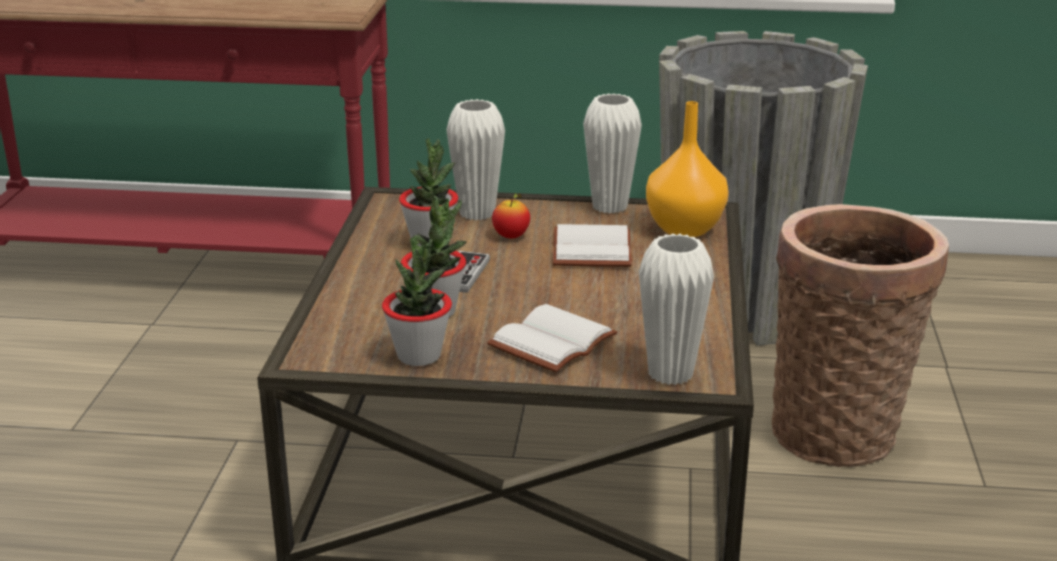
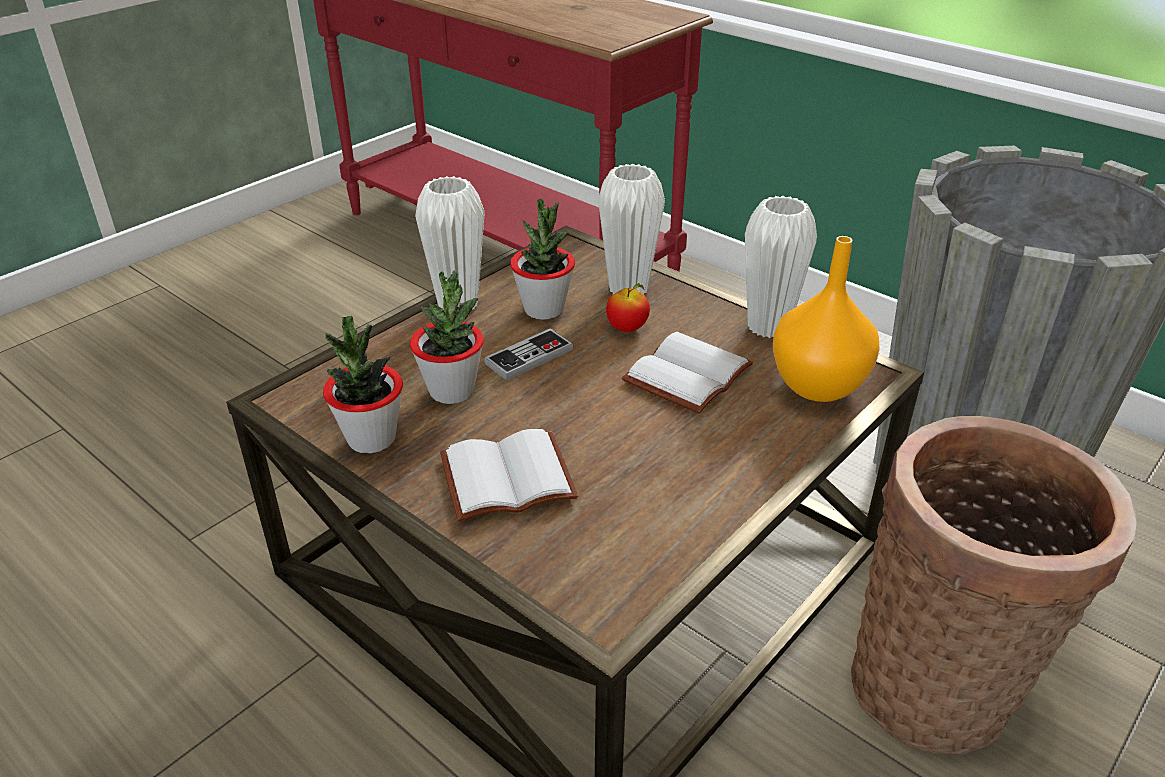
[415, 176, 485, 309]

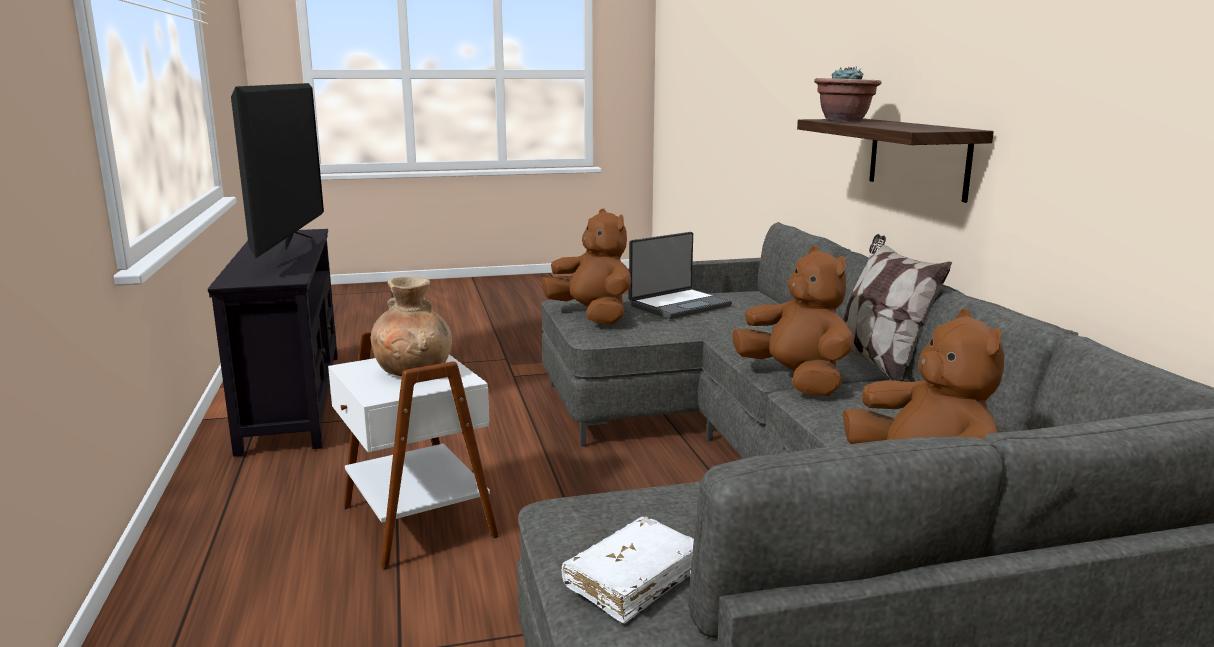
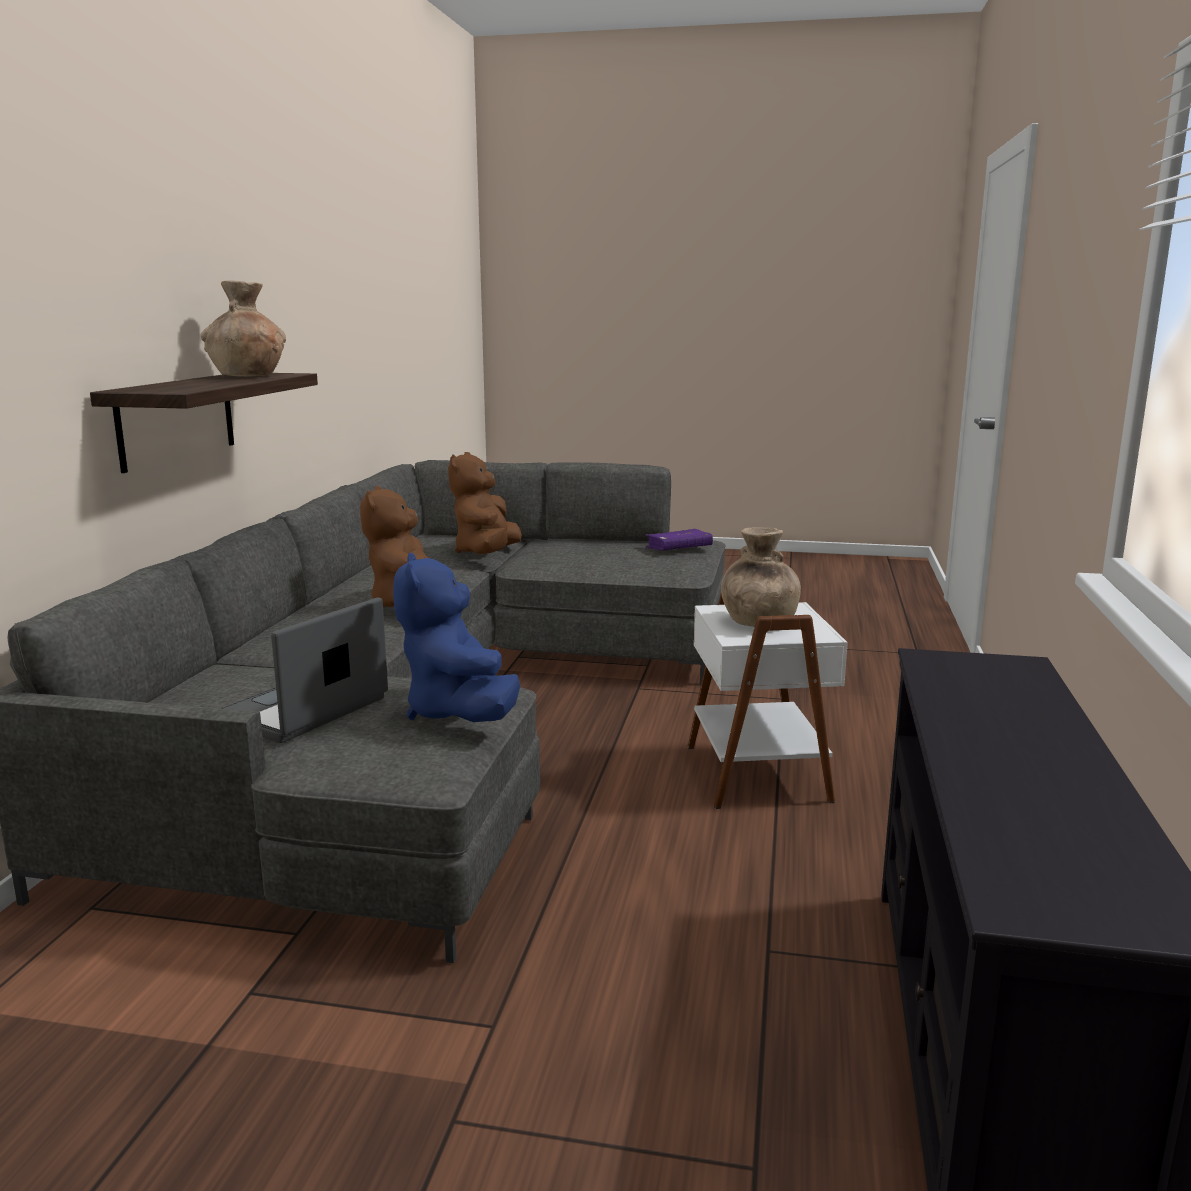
[231, 83, 324, 268] (first image)
[814, 66, 881, 122] (first image)
[843, 234, 952, 382] (first image)
[201, 280, 286, 377]
[393, 553, 520, 722]
[645, 529, 713, 551]
[221, 597, 388, 743]

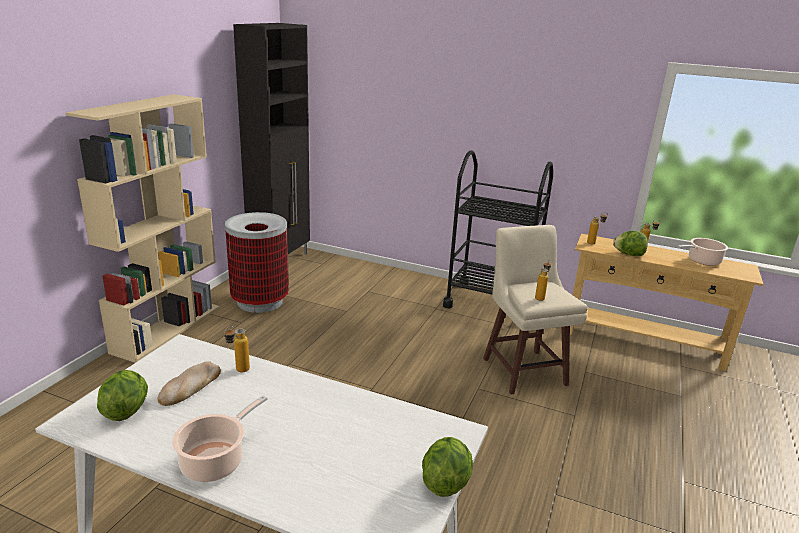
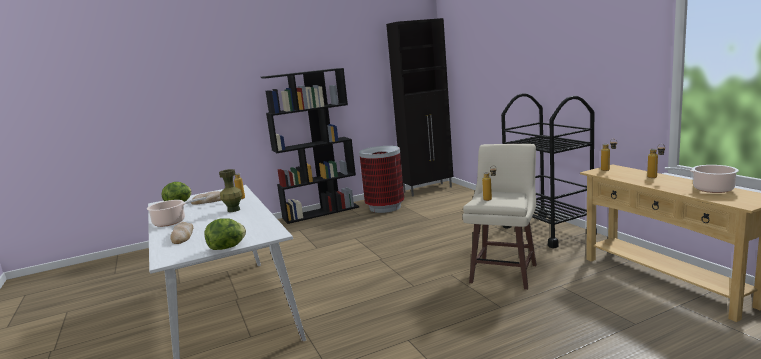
[613, 231, 648, 256] (first image)
[170, 222, 193, 244]
[219, 169, 242, 212]
[261, 68, 360, 224]

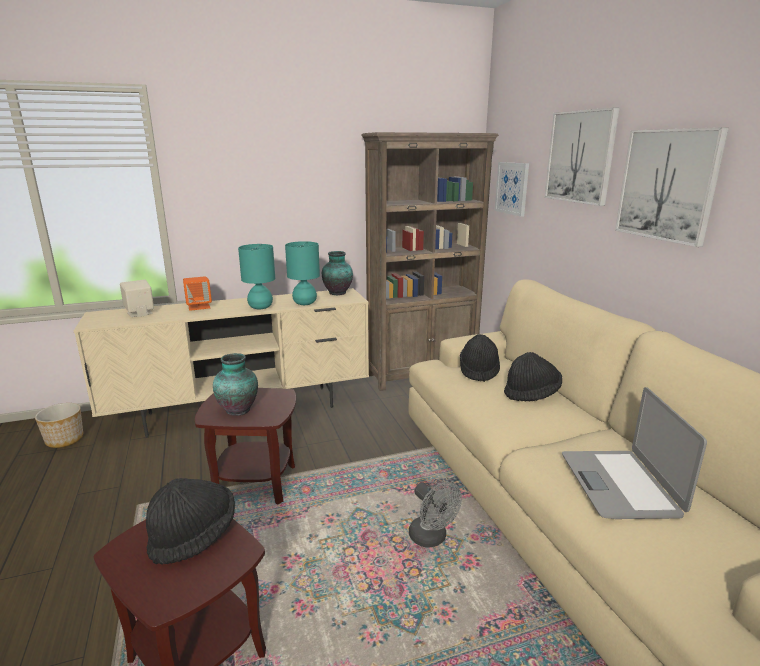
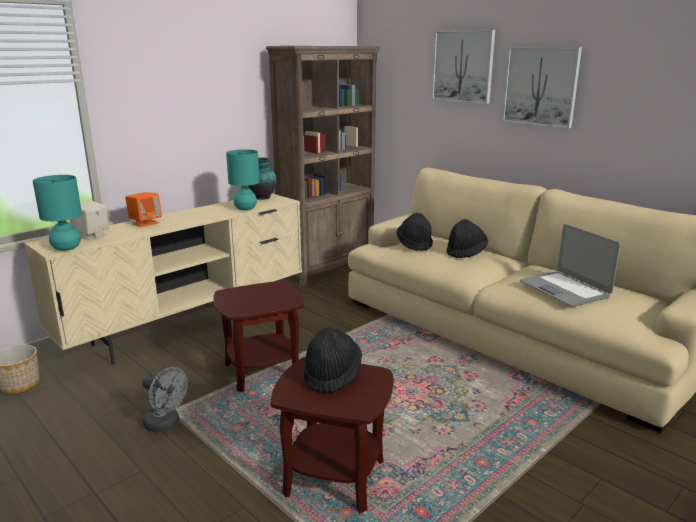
[213, 353, 258, 416] (first image)
[495, 162, 529, 217] (first image)
[33, 175, 82, 251]
[142, 367, 188, 432]

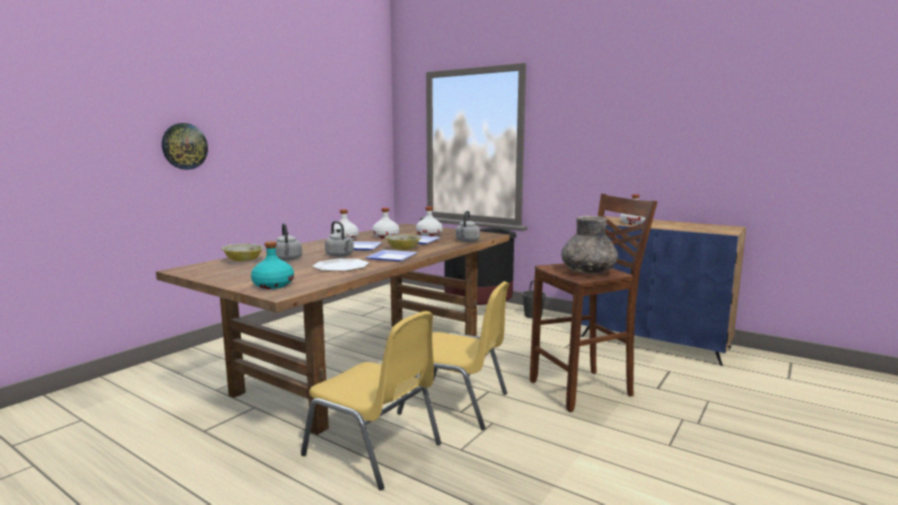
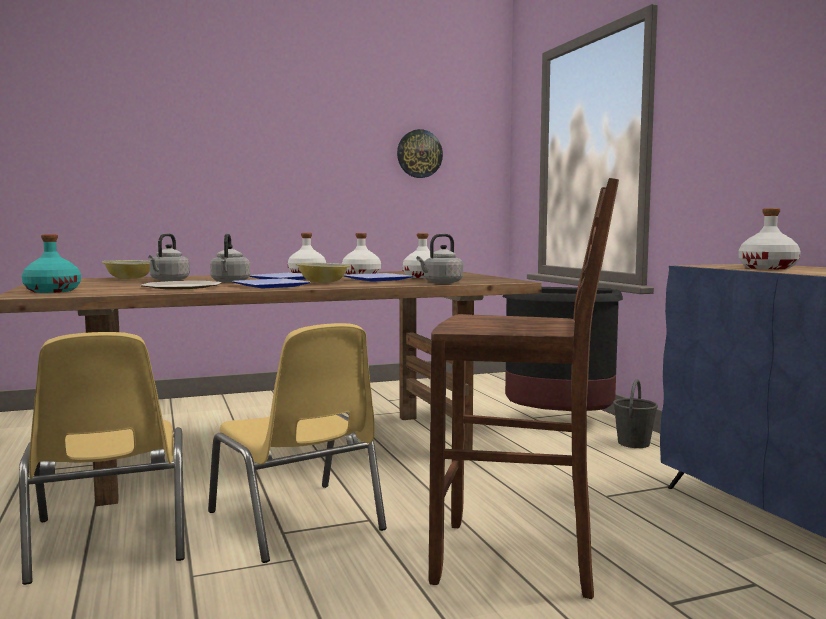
[561, 216, 618, 274] (first image)
[397, 129, 443, 178]

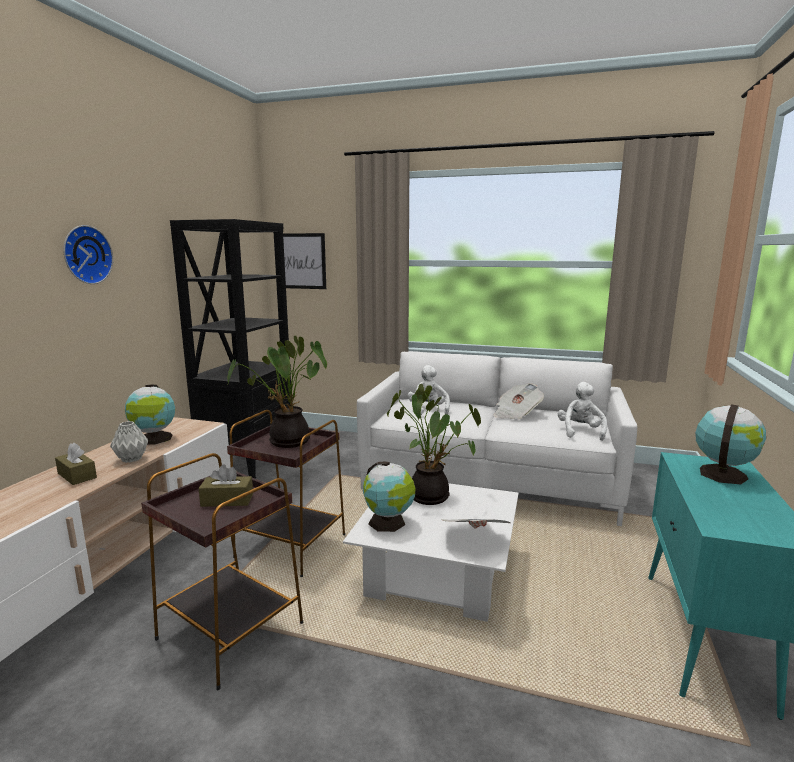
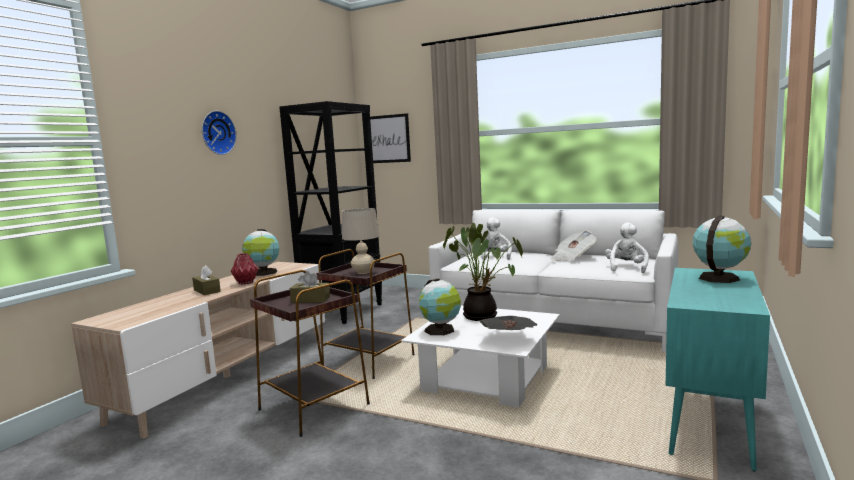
[342, 208, 380, 274]
[231, 253, 258, 285]

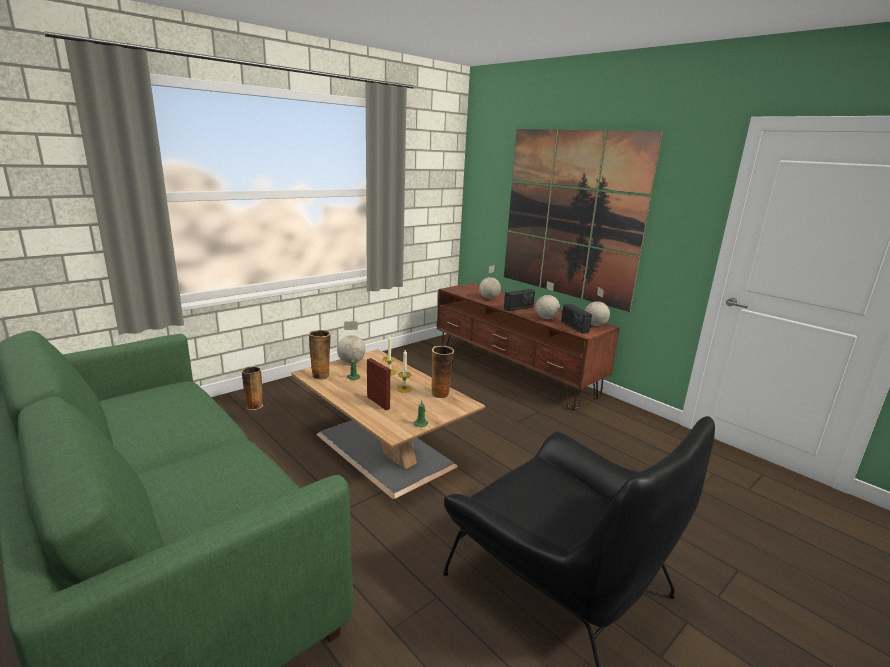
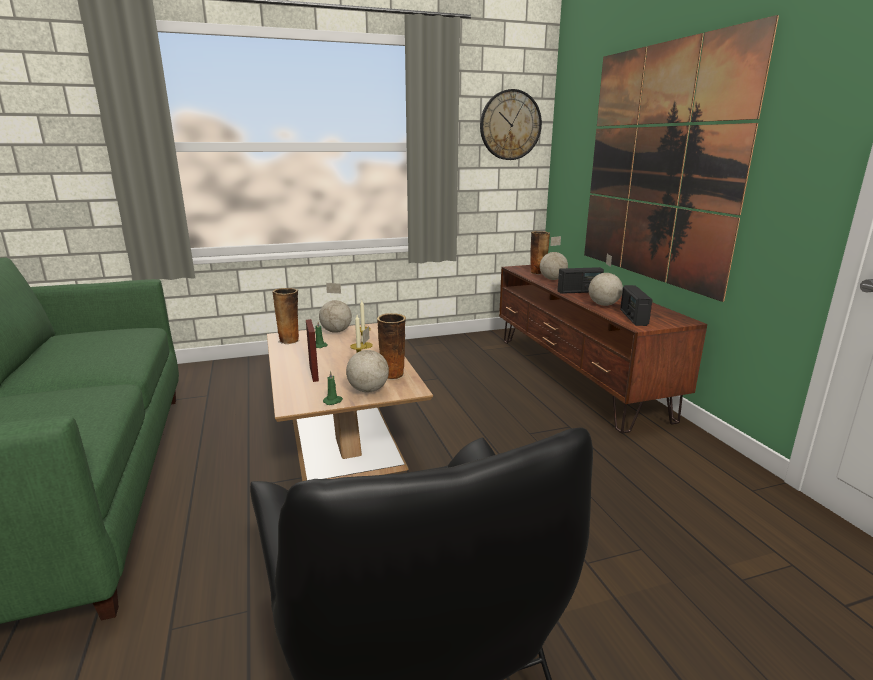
[480, 89, 542, 160]
[530, 231, 550, 274]
[346, 326, 389, 392]

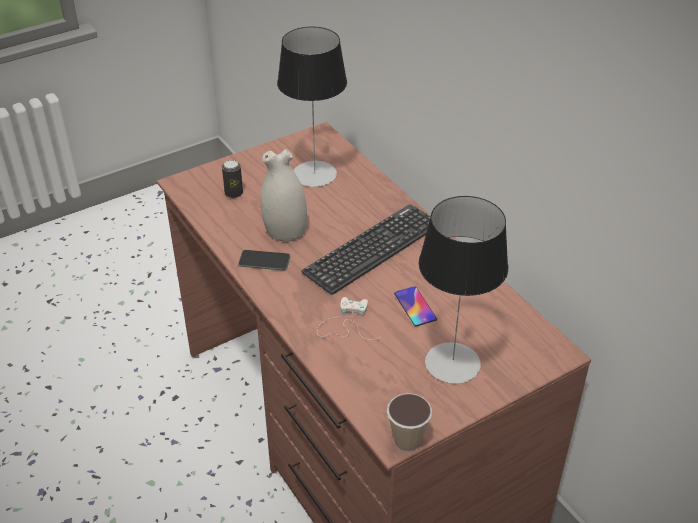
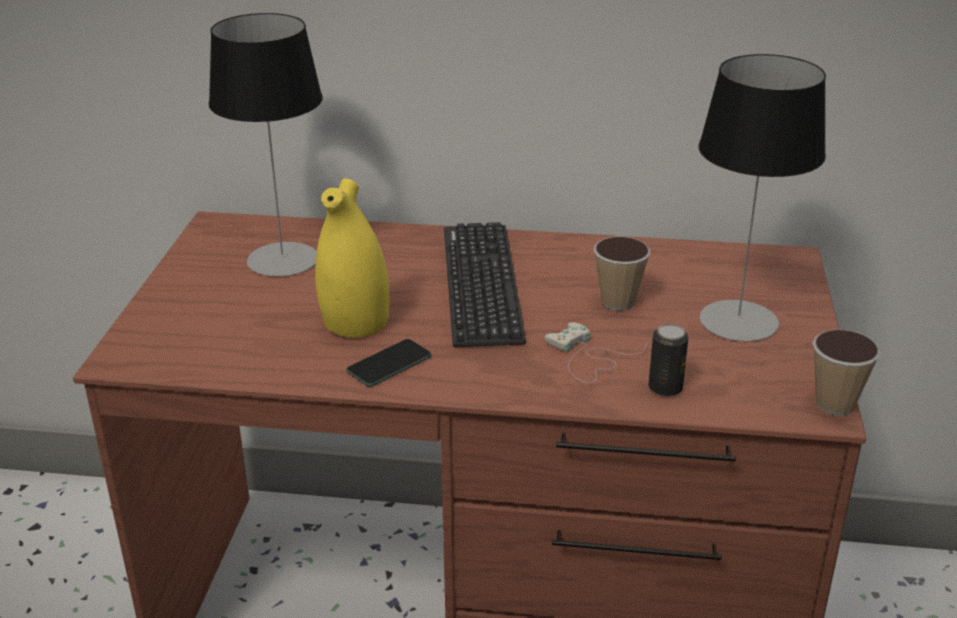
[649, 324, 688, 397]
[594, 236, 650, 311]
[315, 179, 389, 338]

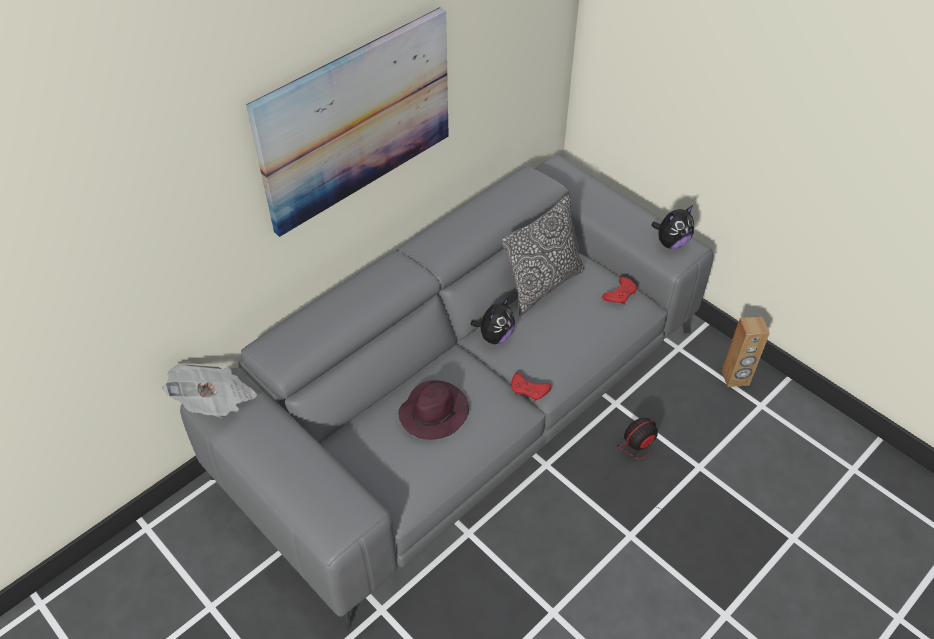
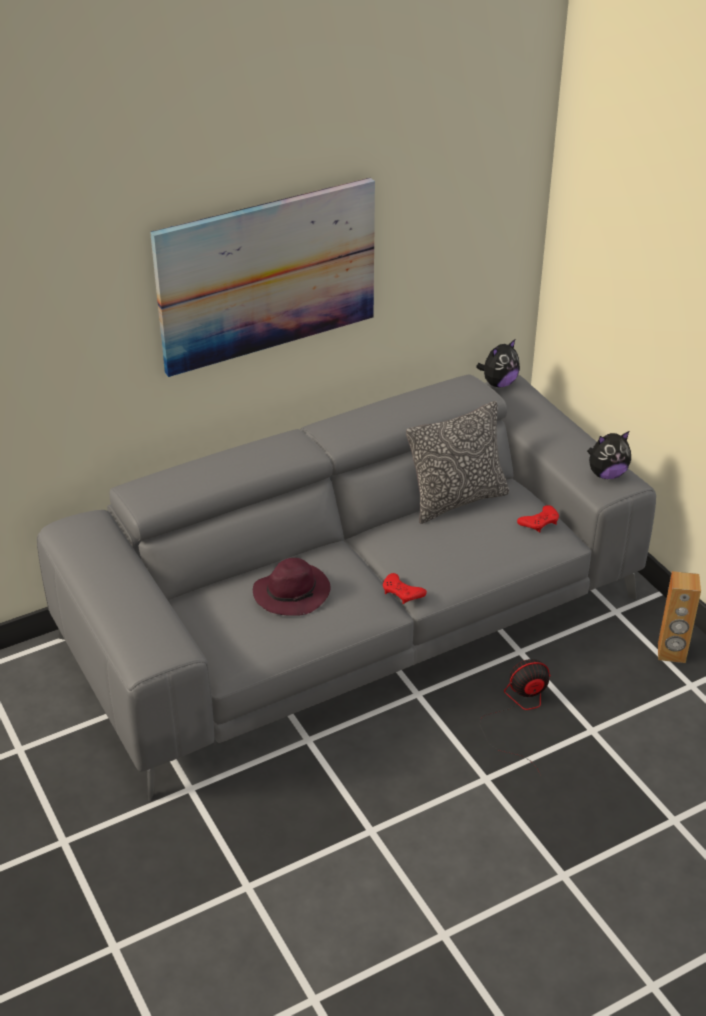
[162, 363, 257, 417] (first image)
[476, 339, 520, 388]

